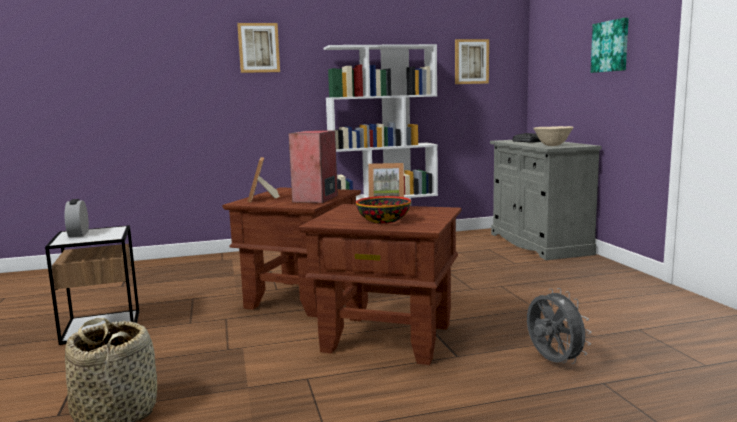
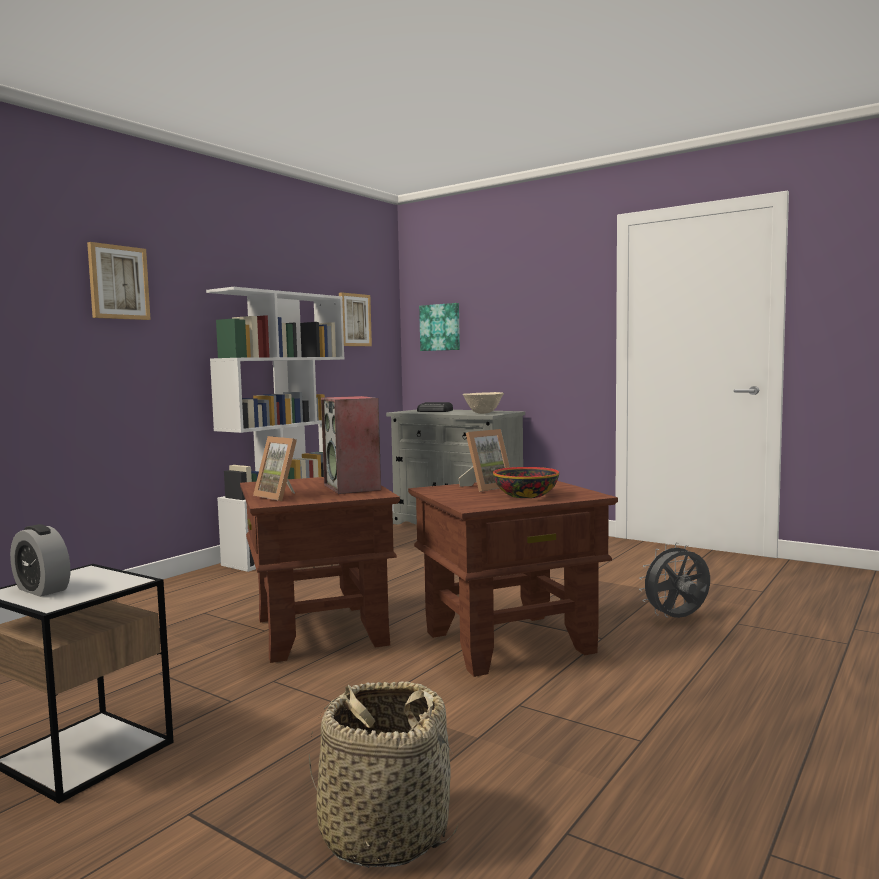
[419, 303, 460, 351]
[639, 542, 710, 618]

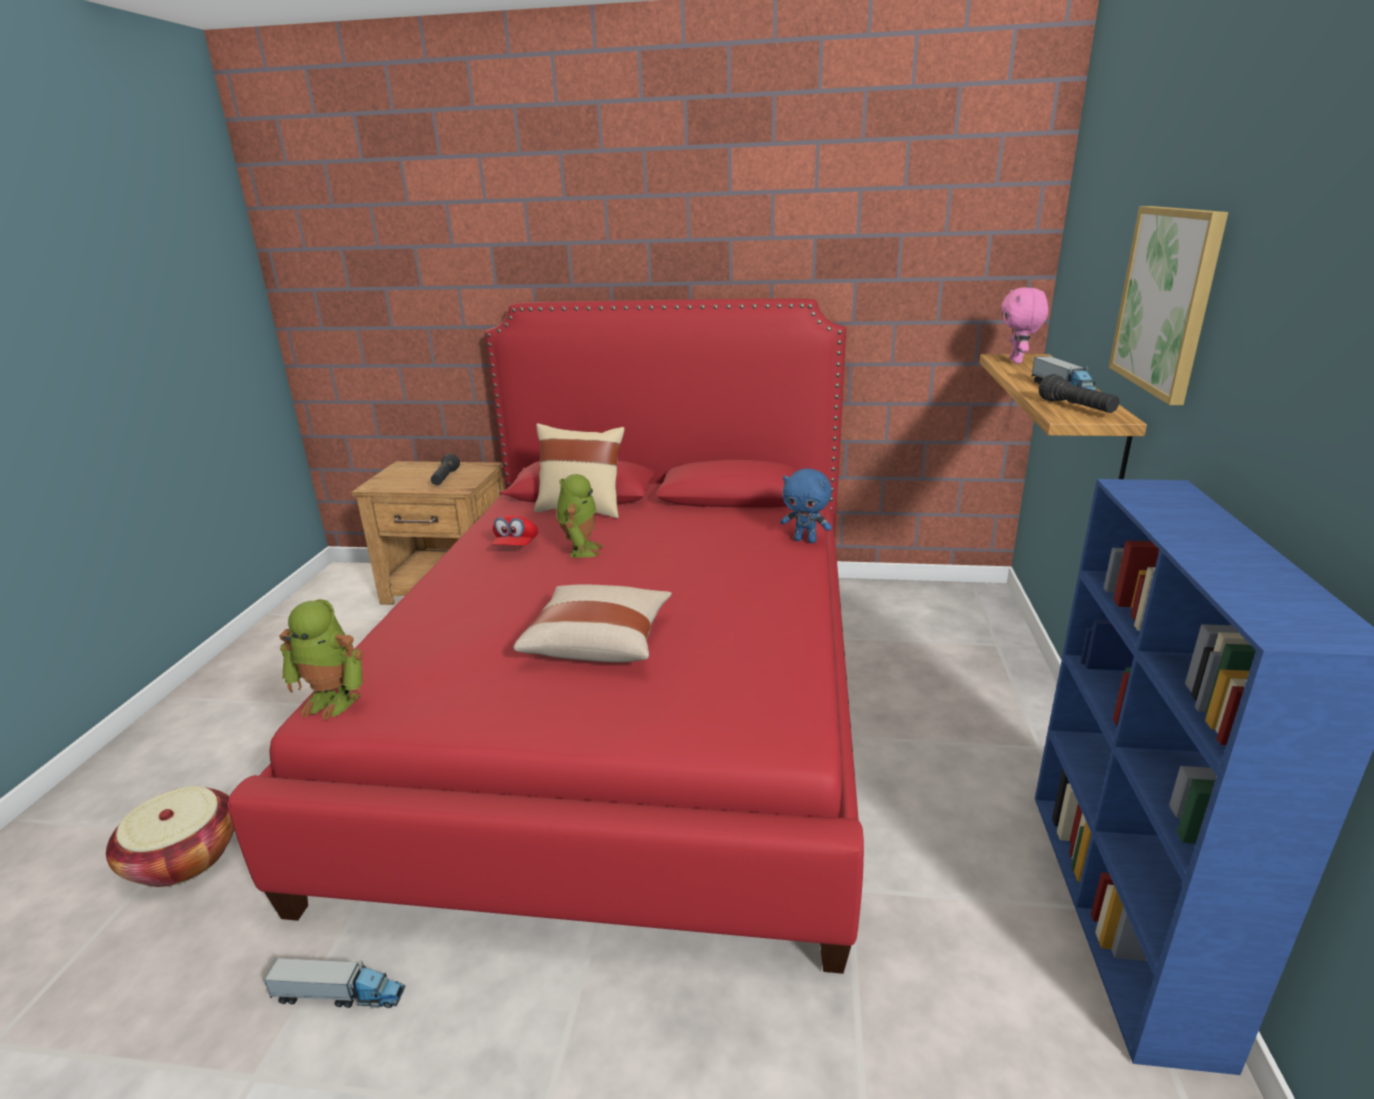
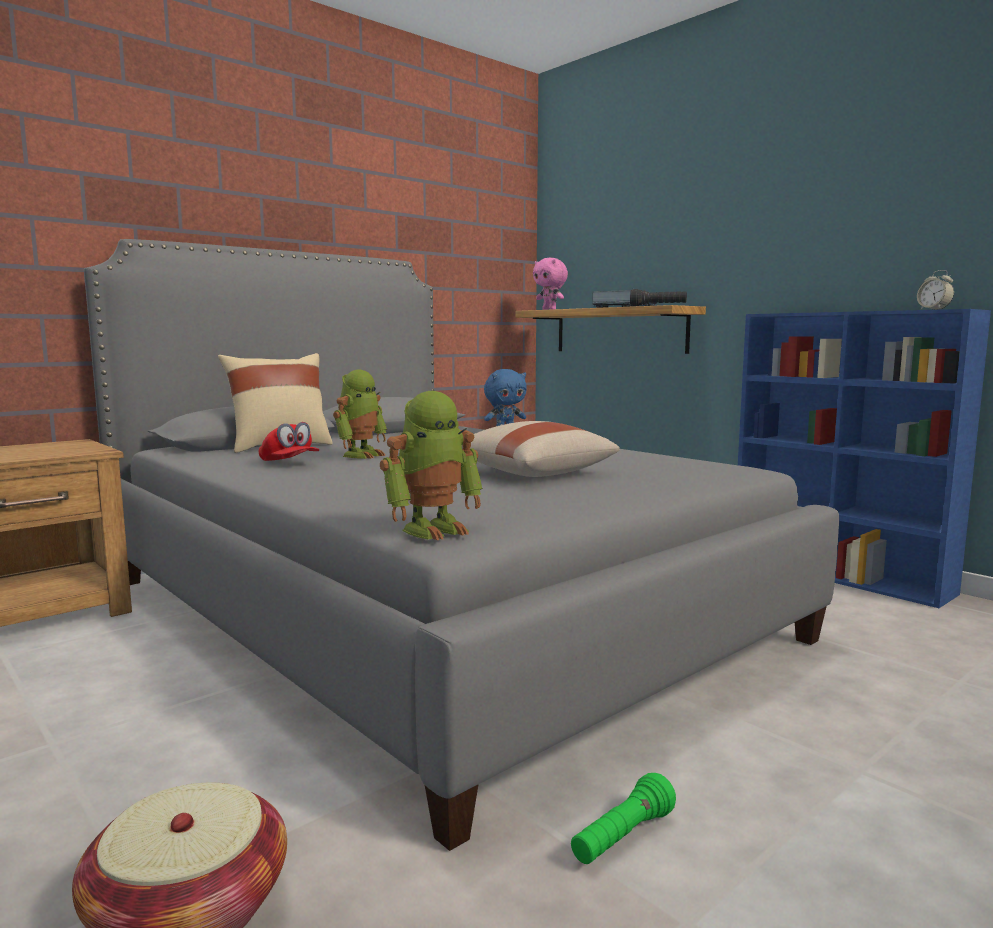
[431, 454, 460, 485] (first image)
[1109, 206, 1228, 405] (first image)
[917, 270, 954, 310]
[571, 773, 676, 864]
[84, 239, 839, 851]
[333, 370, 387, 459]

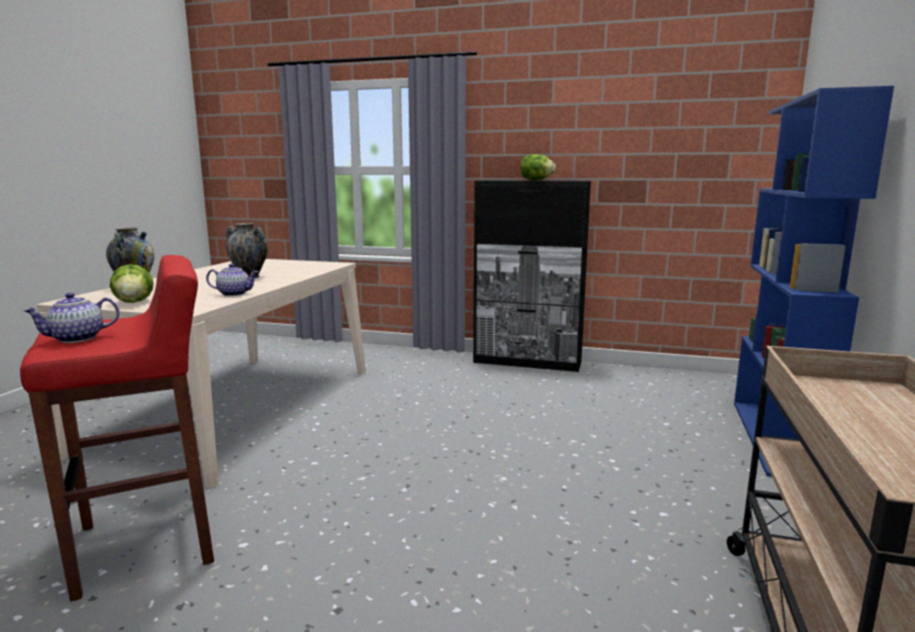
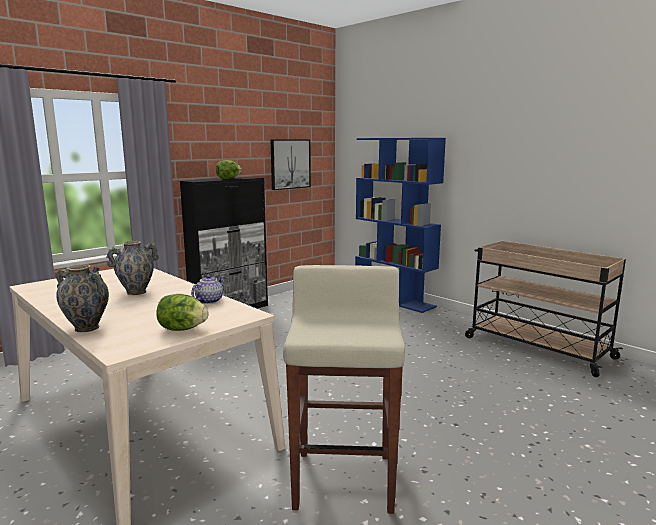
[23, 293, 119, 343] (first image)
[271, 139, 311, 190]
[283, 265, 405, 514]

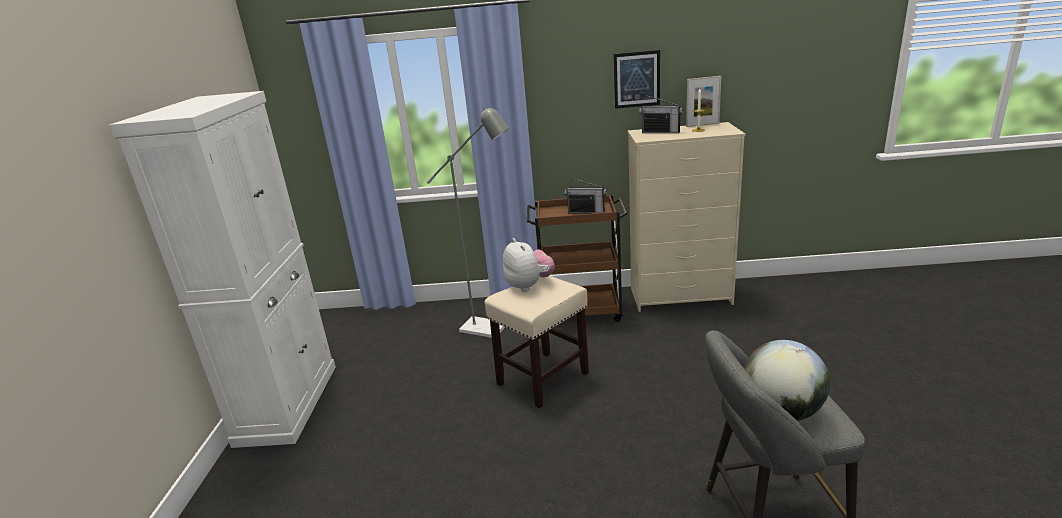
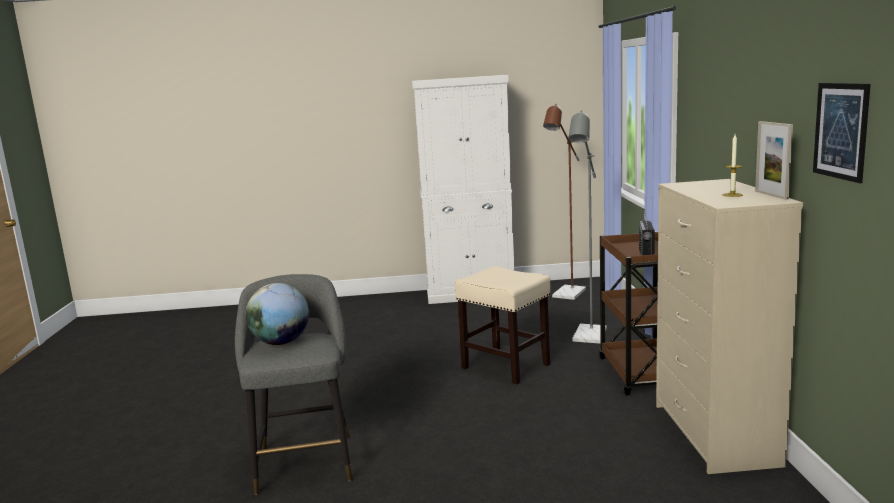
[503, 238, 555, 292] (first image)
[639, 95, 683, 133] (first image)
[543, 104, 586, 300]
[813, 83, 871, 183]

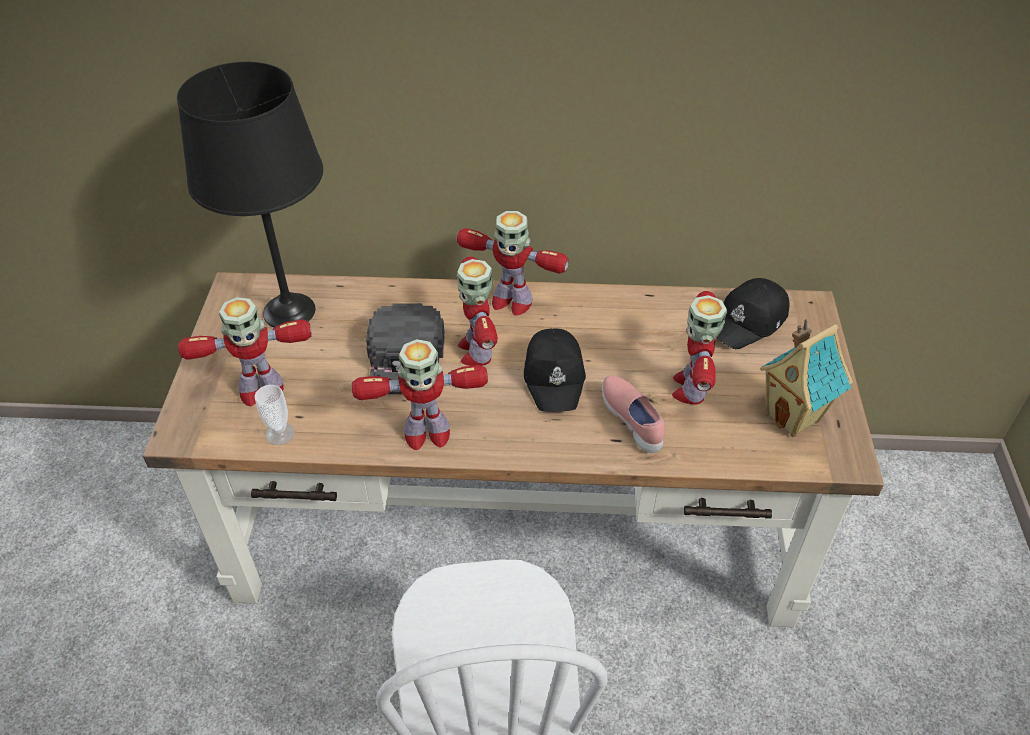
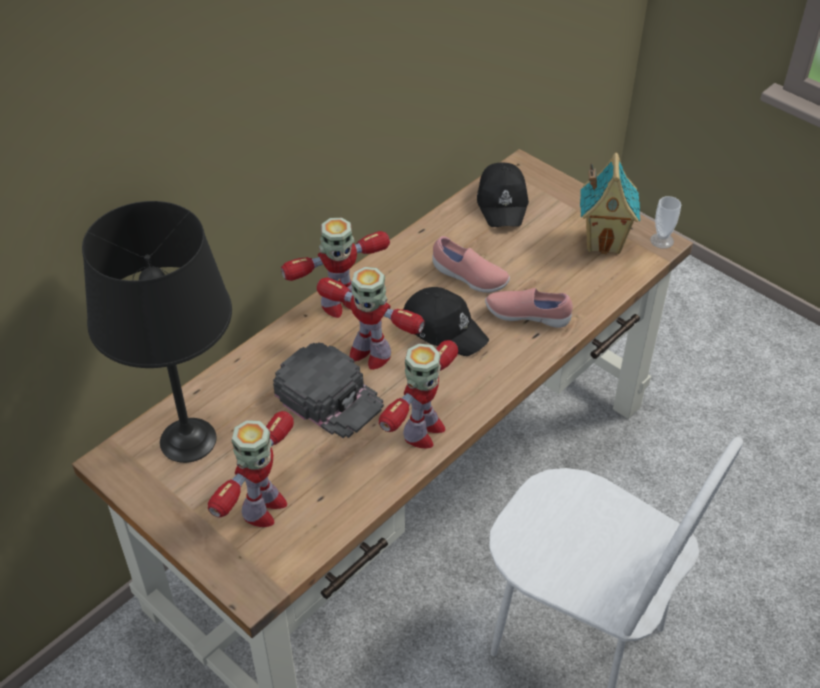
[672, 291, 727, 405] (first image)
[432, 236, 510, 293]
[650, 196, 681, 249]

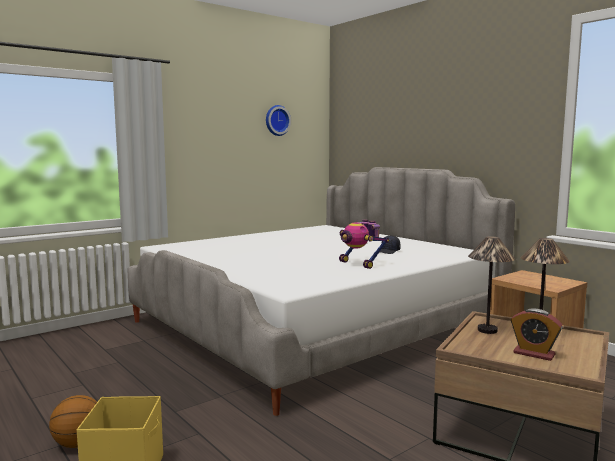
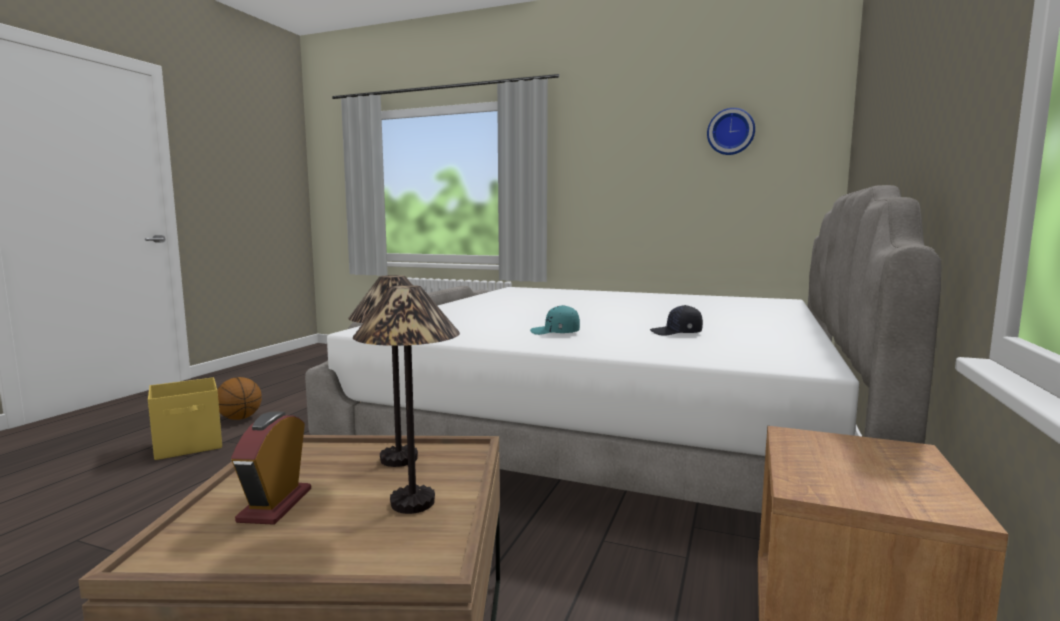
[530, 305, 580, 335]

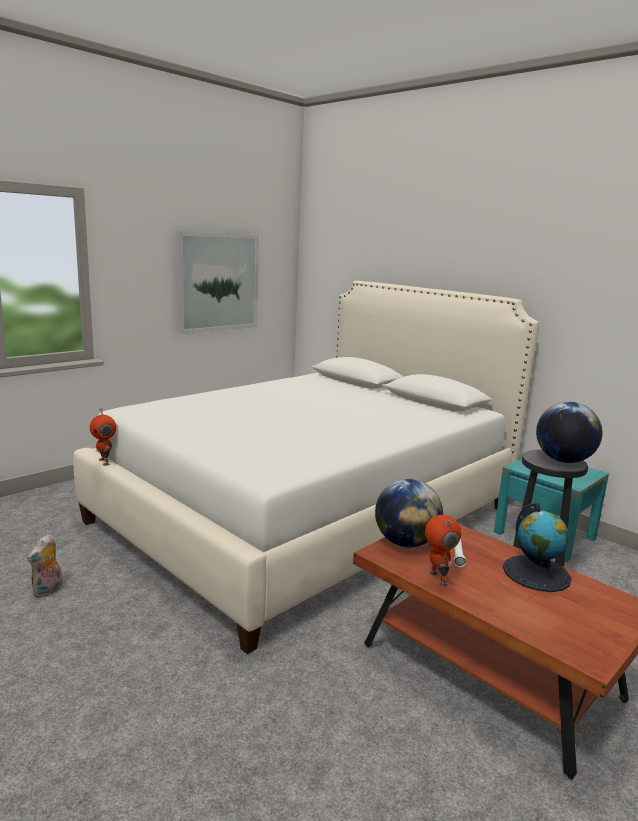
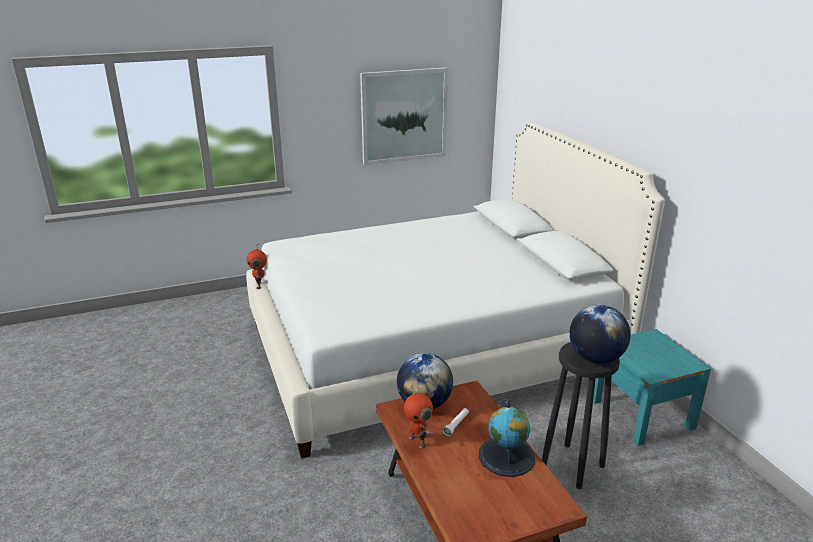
[27, 534, 63, 597] (first image)
[404, 384, 433, 449]

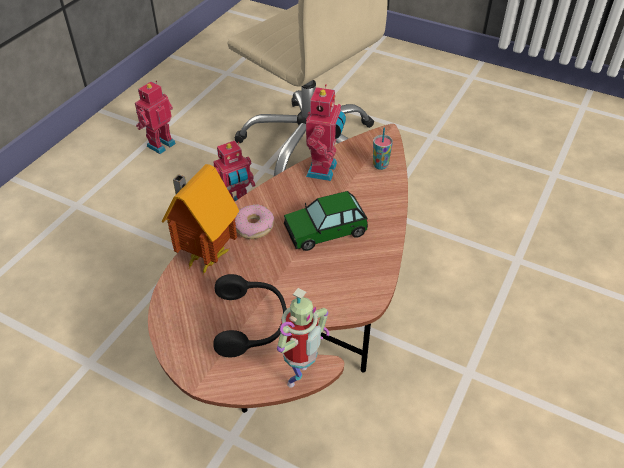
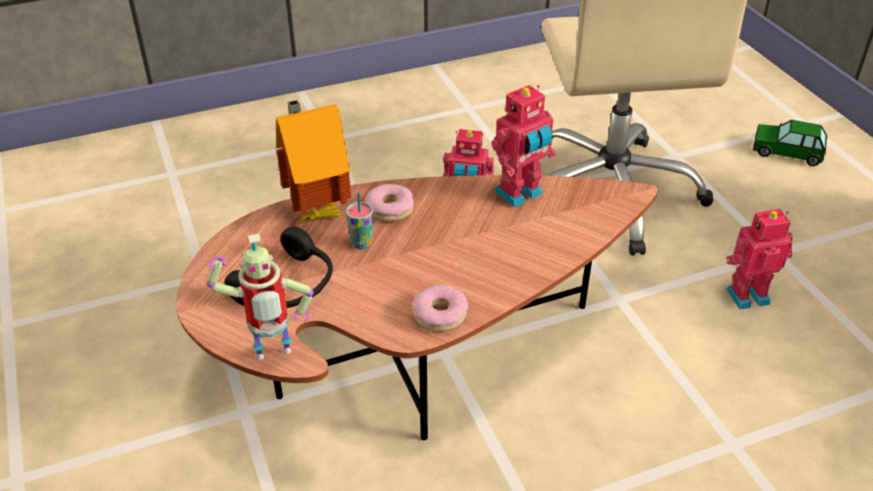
[413, 284, 468, 332]
[726, 209, 793, 310]
[753, 120, 828, 166]
[346, 192, 373, 249]

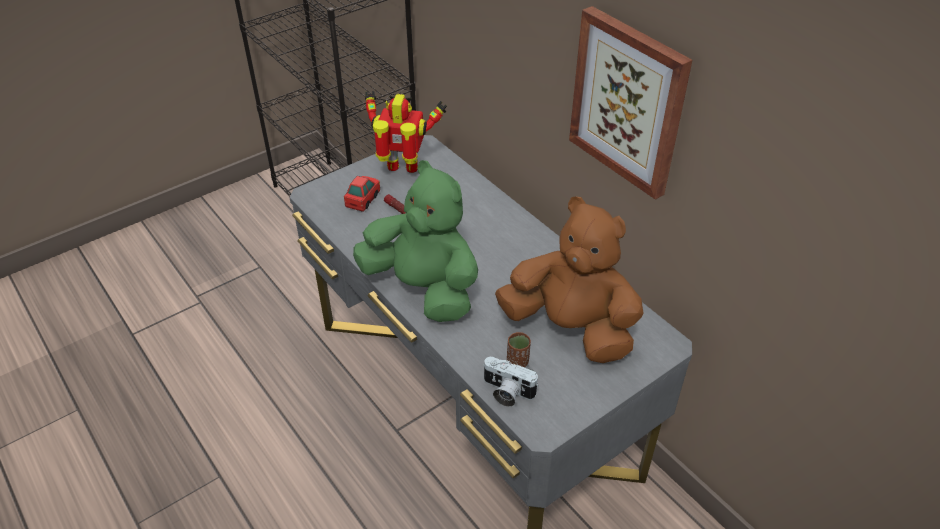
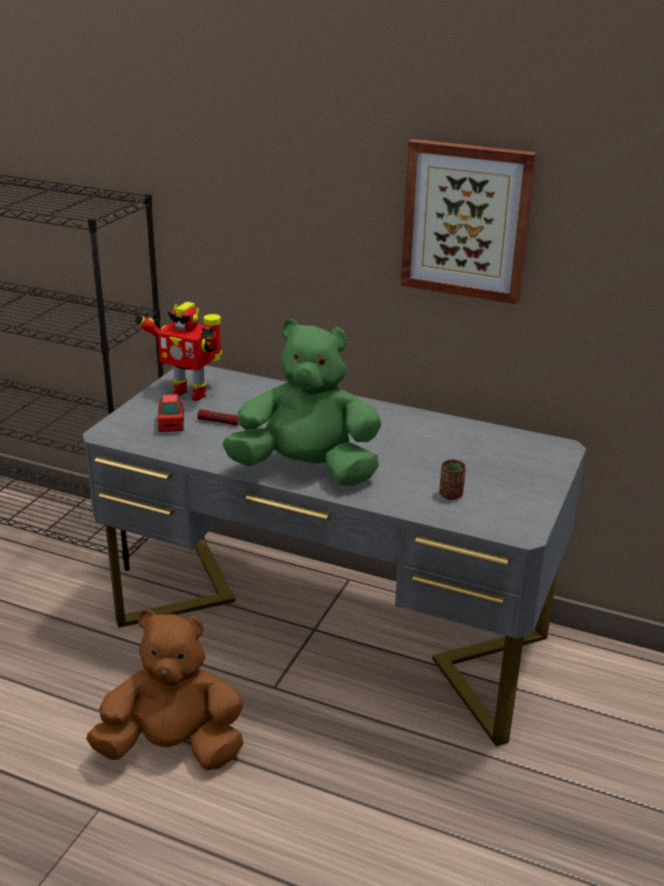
[483, 357, 539, 407] (first image)
[86, 610, 243, 770]
[134, 302, 222, 401]

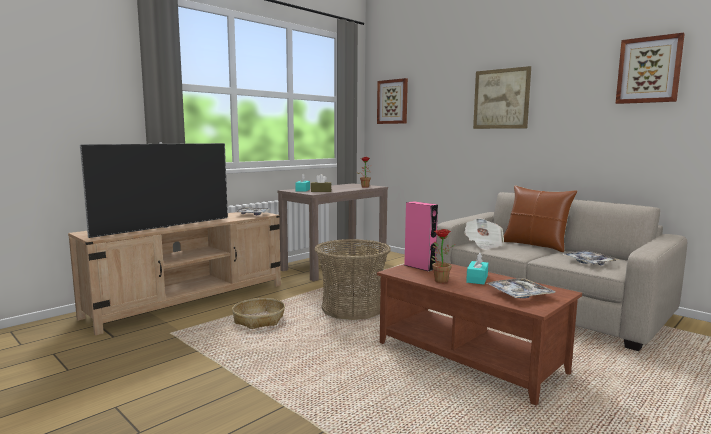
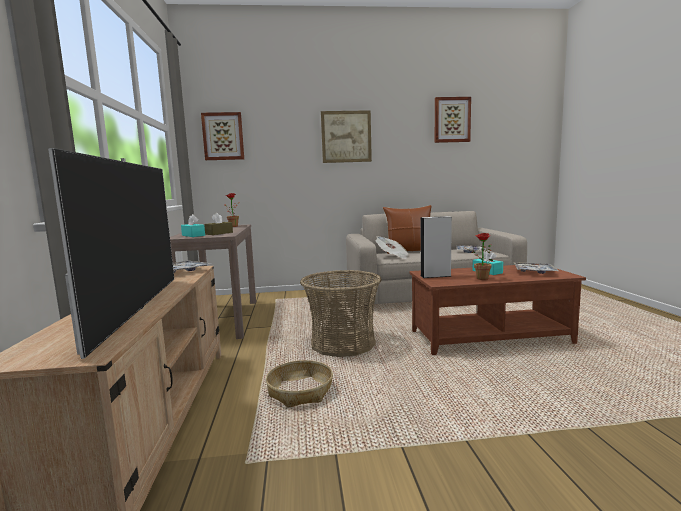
[421, 216, 452, 278]

